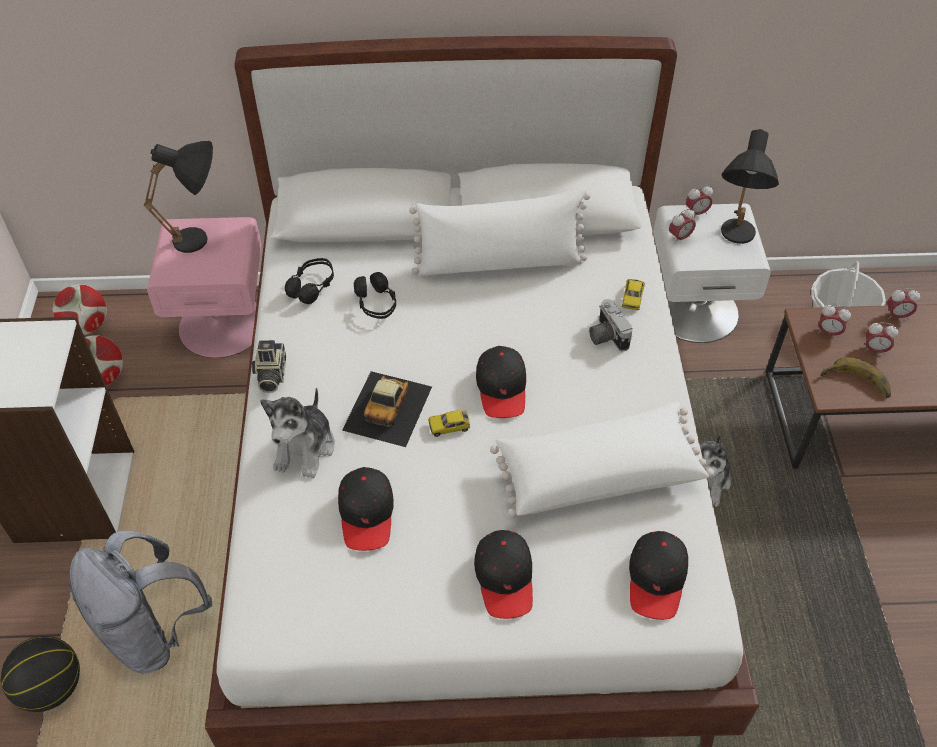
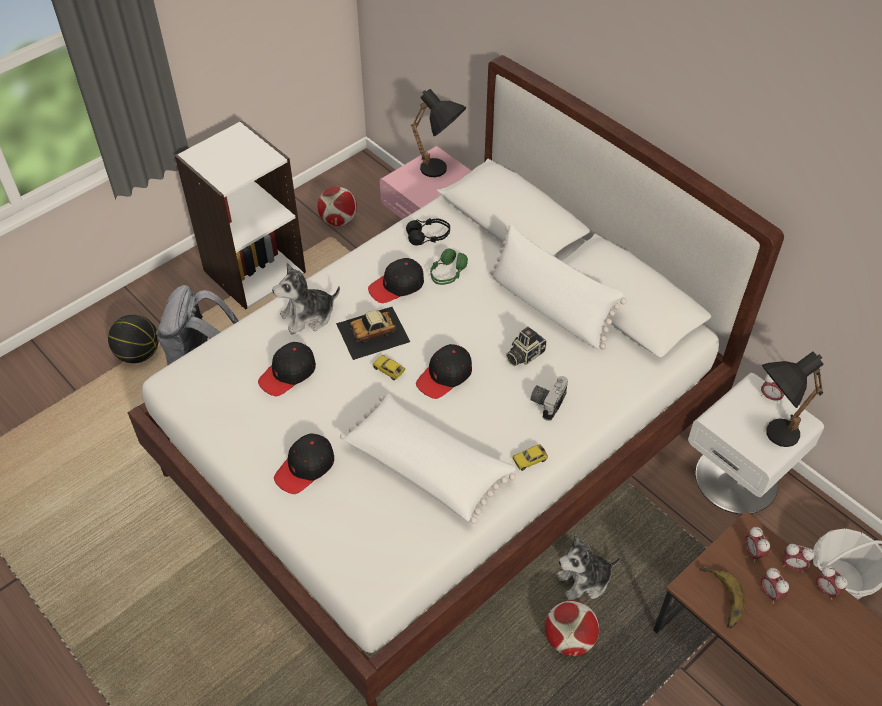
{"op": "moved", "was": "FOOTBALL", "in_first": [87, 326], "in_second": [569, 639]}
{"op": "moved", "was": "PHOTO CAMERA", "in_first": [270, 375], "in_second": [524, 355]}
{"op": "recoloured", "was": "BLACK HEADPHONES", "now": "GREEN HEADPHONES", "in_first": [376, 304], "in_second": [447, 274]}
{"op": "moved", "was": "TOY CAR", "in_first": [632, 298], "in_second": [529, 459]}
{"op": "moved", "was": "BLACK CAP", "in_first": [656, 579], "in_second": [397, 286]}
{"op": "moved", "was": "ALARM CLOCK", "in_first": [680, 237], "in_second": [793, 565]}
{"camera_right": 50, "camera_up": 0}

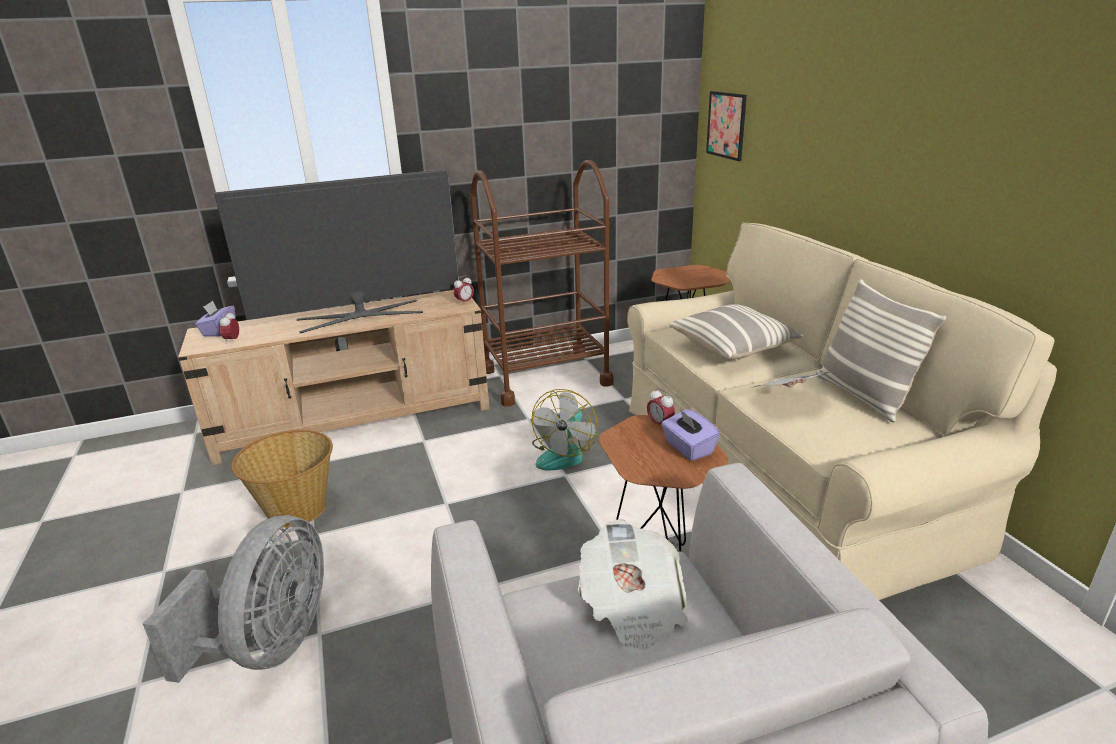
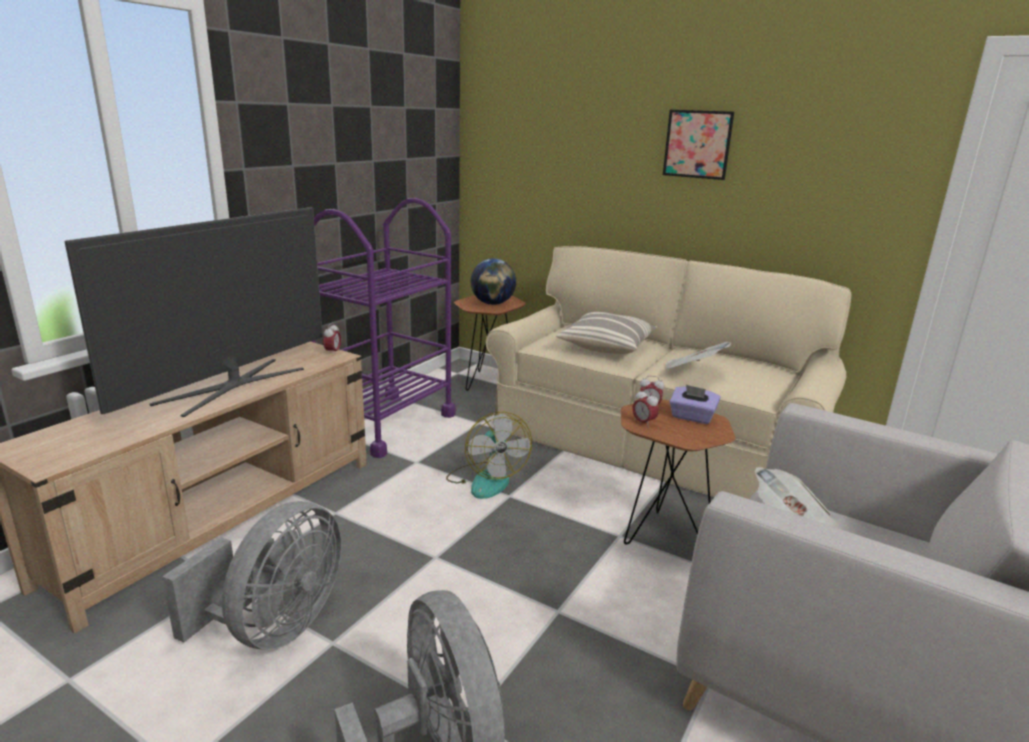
{"op": "removed", "was": "PURPLE TISSUE BOX", "in_first": [219, 331]}
{"op": "moved", "was": "ALARM CLOCK", "in_first": [232, 340], "in_second": [643, 423]}
{"op": "replaced", "was": "BASKET", "now": "GREY FAN", "in_first": [296, 509], "in_second": [274, 628]}
{"op": "recoloured", "was": "BROWN CART", "now": "PURPLE CART", "in_first": [545, 377], "in_second": [385, 423]}
{"op": "moved", "was": "PICTURE", "in_first": [726, 125], "in_second": [697, 144]}
{"op": "removed", "was": "PILLOW", "in_first": [863, 396]}
{"op": "added", "now": "GLOBE", "in_second": [492, 304]}
{"camera_right": -40, "camera_up": -5}

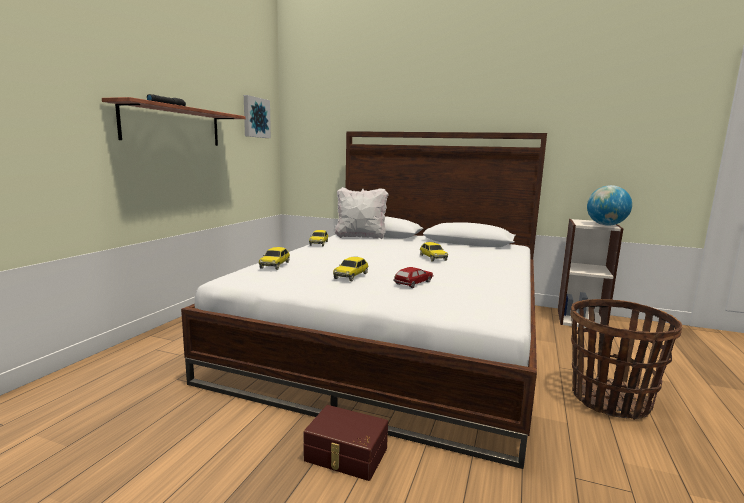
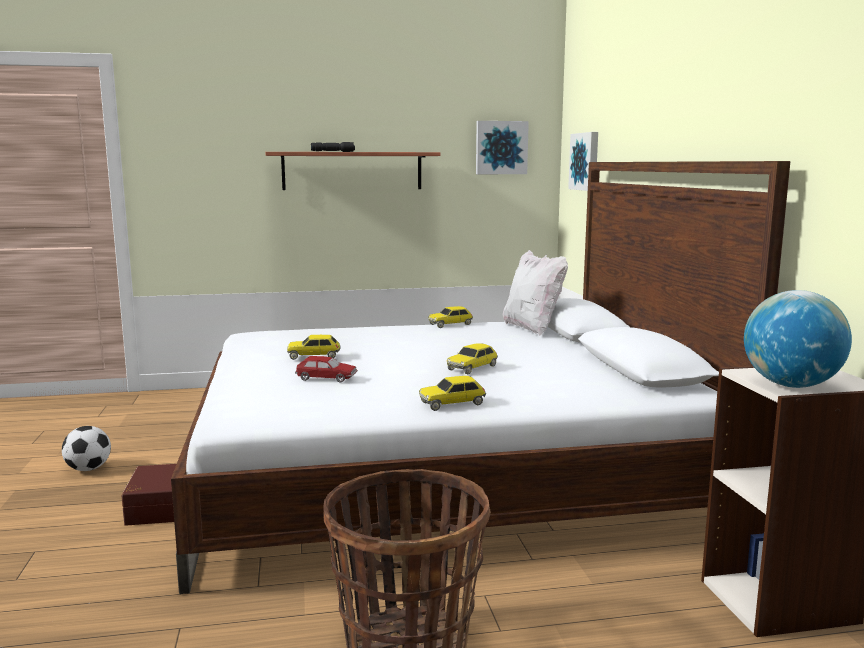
{"op": "moved", "was": "TOY CAR", "in_first": [275, 265], "in_second": [452, 403]}
{"op": "added", "now": "FOOTBALL", "in_second": [88, 469]}
{"op": "added", "now": "PICTURE", "in_second": [586, 161]}
{"camera_right": 60, "camera_up": 0}

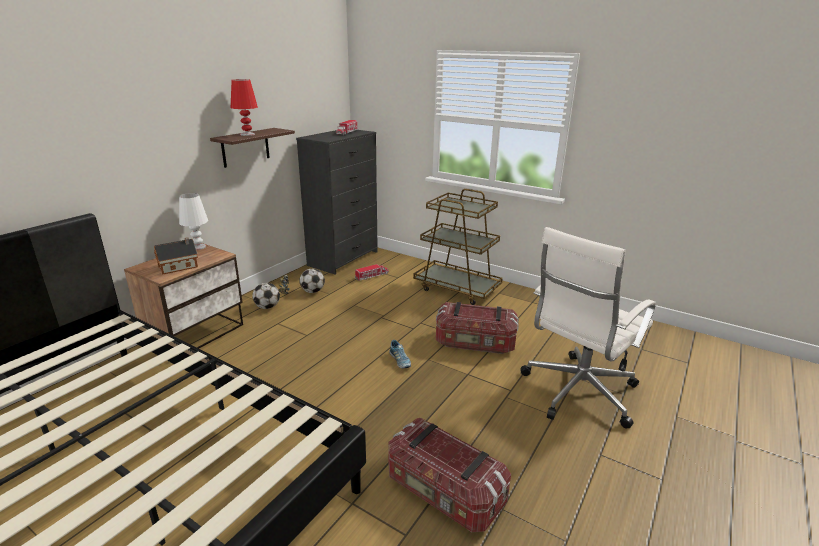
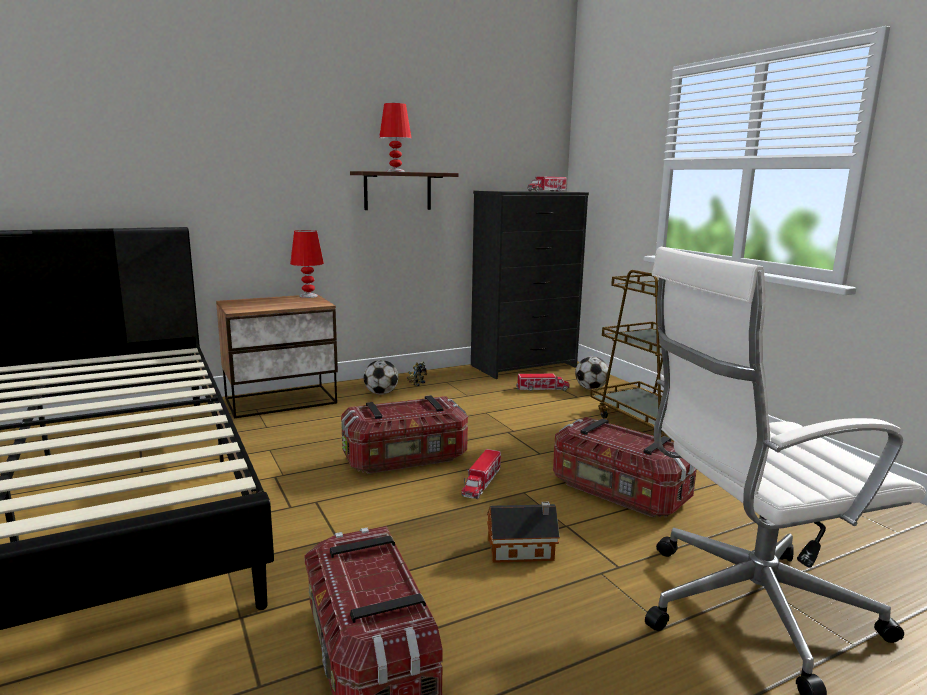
{"op": "moved", "was": "TOY HOUSE", "in_first": [180, 266], "in_second": [523, 550]}
{"op": "recoloured", "was": "WHITE TABLE LAMP", "now": "RED TABLE LAMP", "in_first": [198, 247], "in_second": [308, 296]}
{"op": "moved", "was": "FOOTBALL", "in_first": [312, 291], "in_second": [591, 389]}
{"op": "replaced", "was": "SHOE", "now": "TOY TRUCK", "in_first": [400, 361], "in_second": [481, 483]}
{"op": "added", "now": "STORAGE BOX", "in_second": [406, 459]}
{"camera_right": 30, "camera_up": -10}

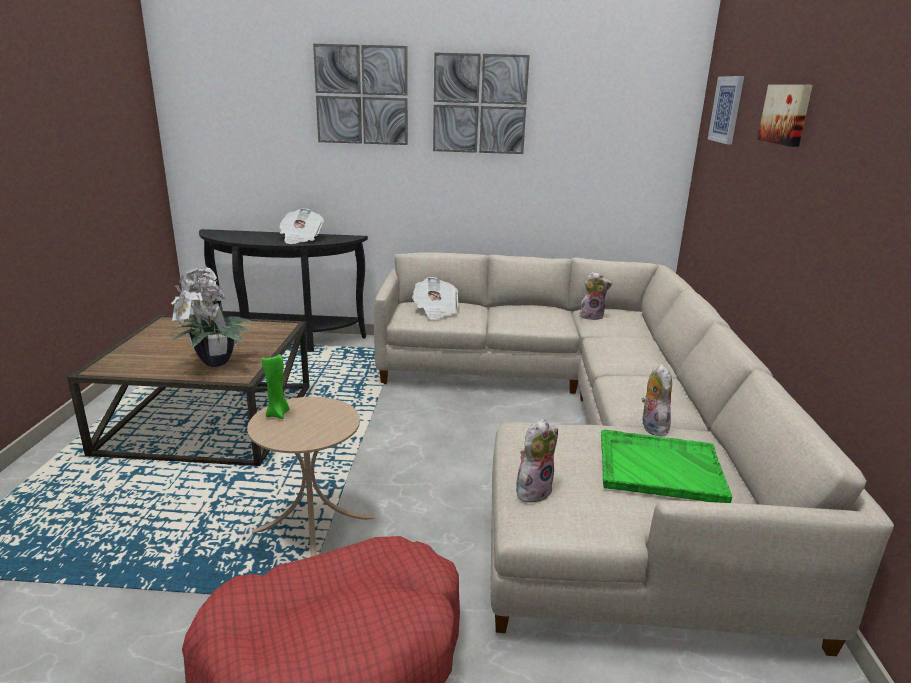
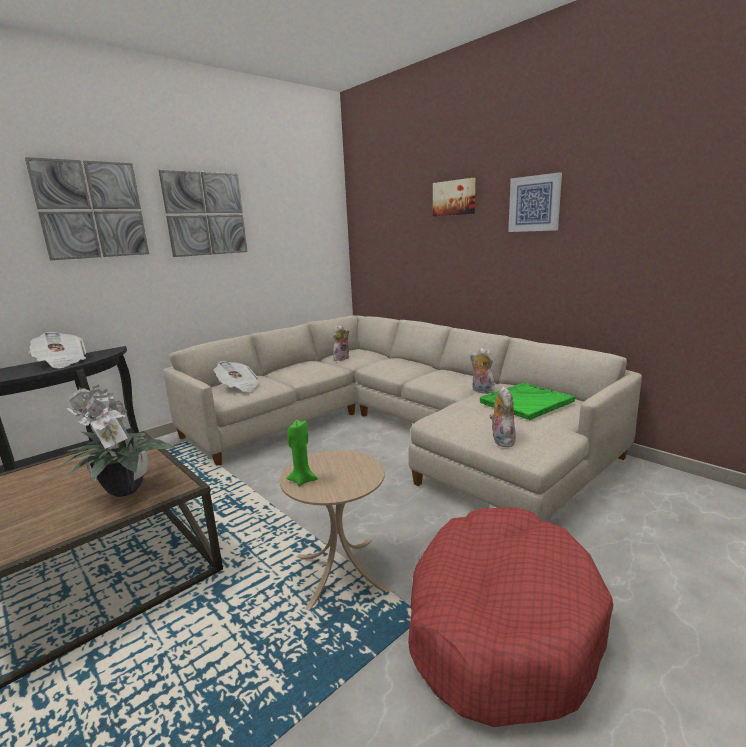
{"op": "moved", "was": "PICTURE", "in_first": [727, 109], "in_second": [534, 203]}
{"camera_right": -45, "camera_up": -5}

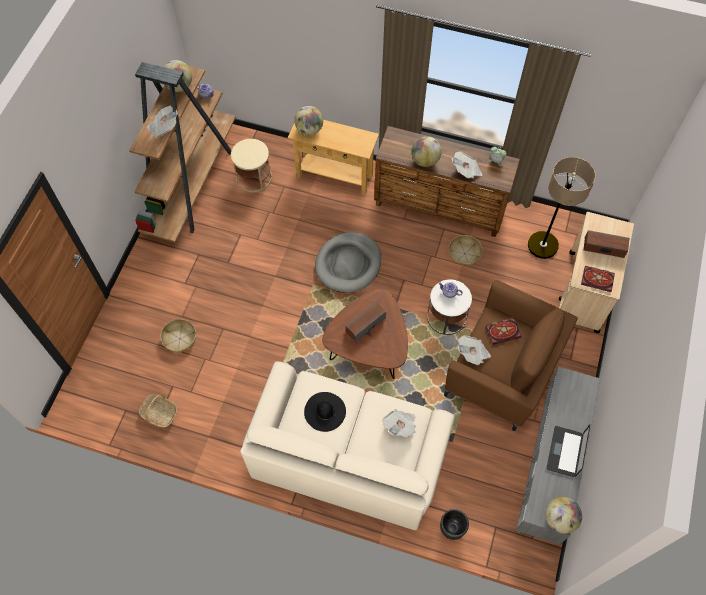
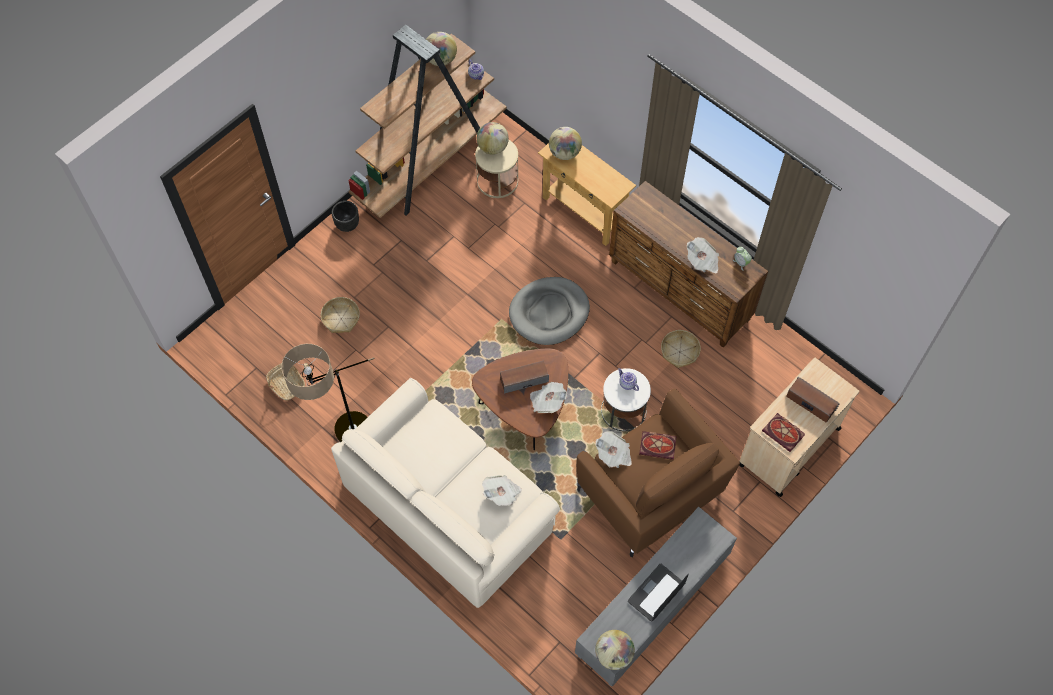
{"op": "moved", "was": "NEWSPAPER", "in_first": [164, 127], "in_second": [547, 401]}
{"op": "removed", "was": "BLACK HAT", "in_first": [325, 411]}
{"op": "moved", "was": "GLOBE", "in_first": [425, 160], "in_second": [493, 147]}
{"op": "moved", "was": "BLACK PLANTER", "in_first": [451, 528], "in_second": [347, 225]}
{"op": "moved", "was": "FLOOR LAMP", "in_first": [540, 255], "in_second": [342, 439]}
{"camera_right": 25, "camera_up": 0}

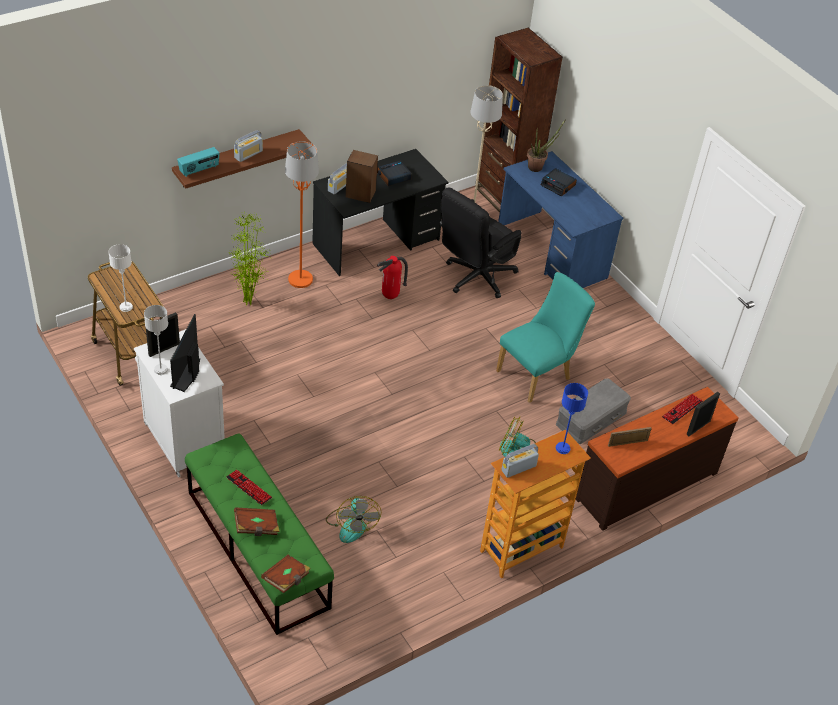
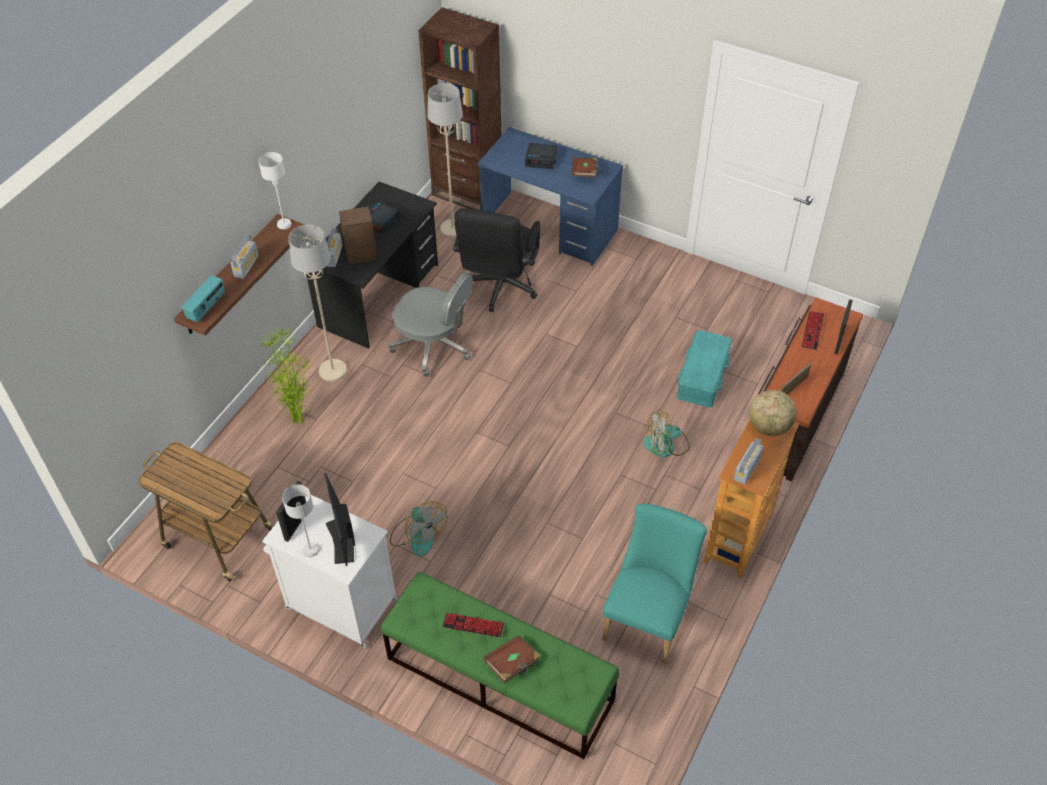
{"op": "moved", "was": "WHITE TABLE LAMP", "in_first": [126, 307], "in_second": [284, 224]}
{"op": "moved", "was": "BROWN BOOK", "in_first": [286, 579], "in_second": [585, 173]}
{"op": "recoloured", "was": "ORANGE FLOOR LAMP", "now": "BEIGE FLOOR LAMP", "in_first": [300, 279], "in_second": [332, 371]}
{"op": "moved", "was": "FAN", "in_first": [351, 524], "in_second": [417, 535]}
{"op": "replaced", "was": "FIRE EXTINGUISHER", "now": "GREY OFFICE CHAIR", "in_first": [390, 297], "in_second": [434, 346]}
{"op": "moved", "was": "TURQUOISE CHAIR", "in_first": [538, 374], "in_second": [648, 617]}
{"op": "removed", "was": "POTTED PLANT", "in_first": [538, 167]}
{"op": "recoloured", "was": "GREY STORAGE BOX", "now": "TURQUOISE STORAGE BOX", "in_first": [591, 418], "in_second": [703, 376]}
{"op": "replaced", "was": "BLUE TABLE LAMP", "now": "GLOBE", "in_first": [563, 448], "in_second": [769, 427]}
{"camera_right": -25, "camera_up": 5}

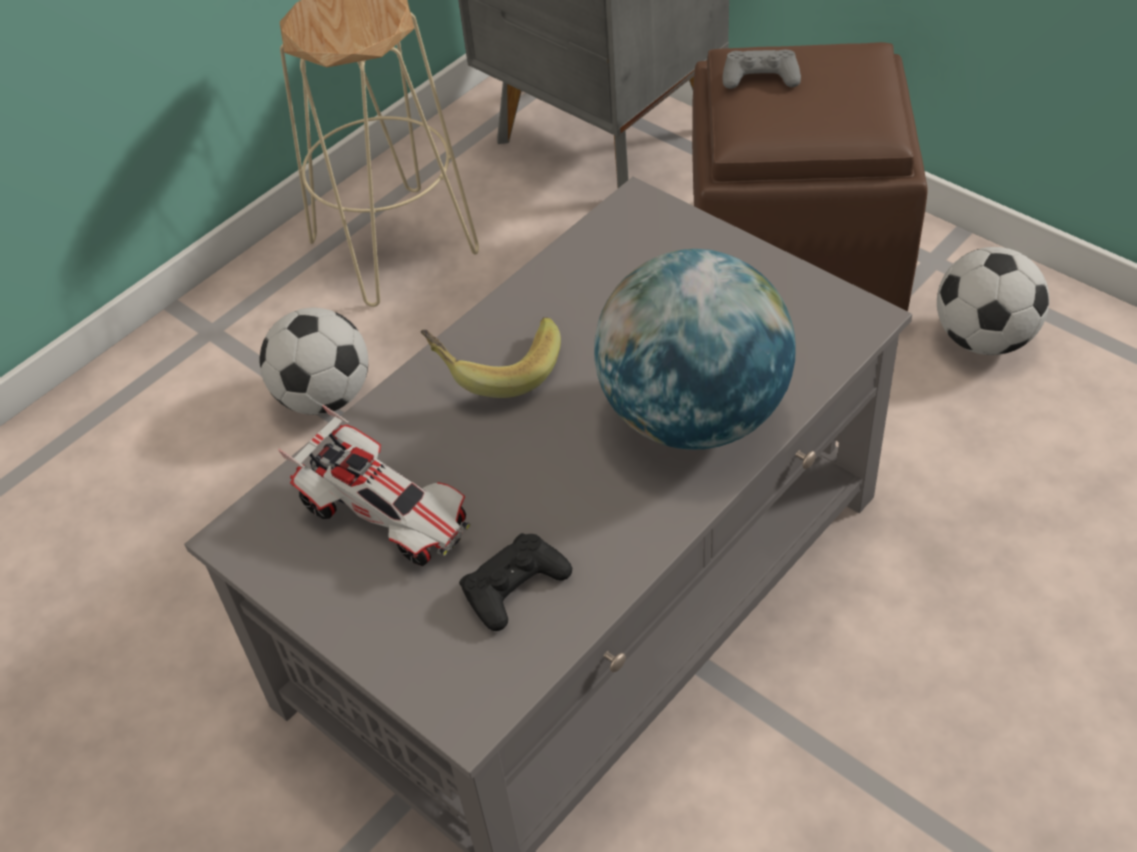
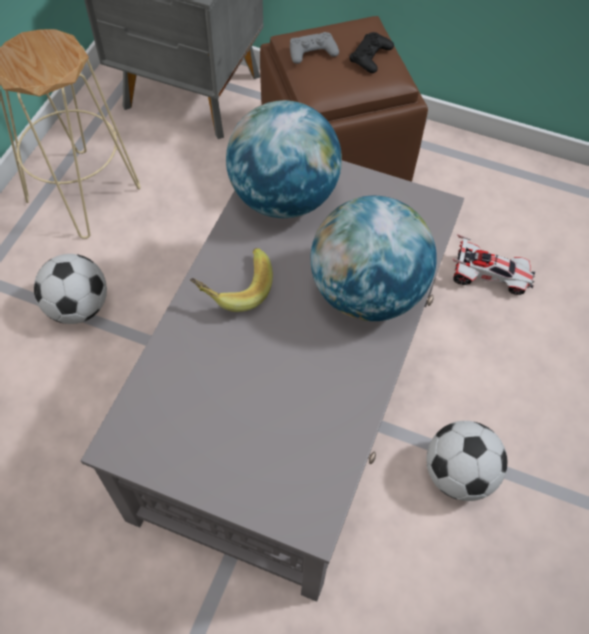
{"op": "moved", "was": "TOY CAR", "in_first": [386, 514], "in_second": [488, 276]}
{"op": "moved", "was": "BLACK GAME CONTROLLER", "in_first": [515, 586], "in_second": [370, 56]}
{"op": "moved", "was": "FOOTBALL", "in_first": [984, 338], "in_second": [458, 474]}
{"op": "added", "now": "GLOBE", "in_second": [284, 197]}
{"camera_right": -25, "camera_up": 10}

